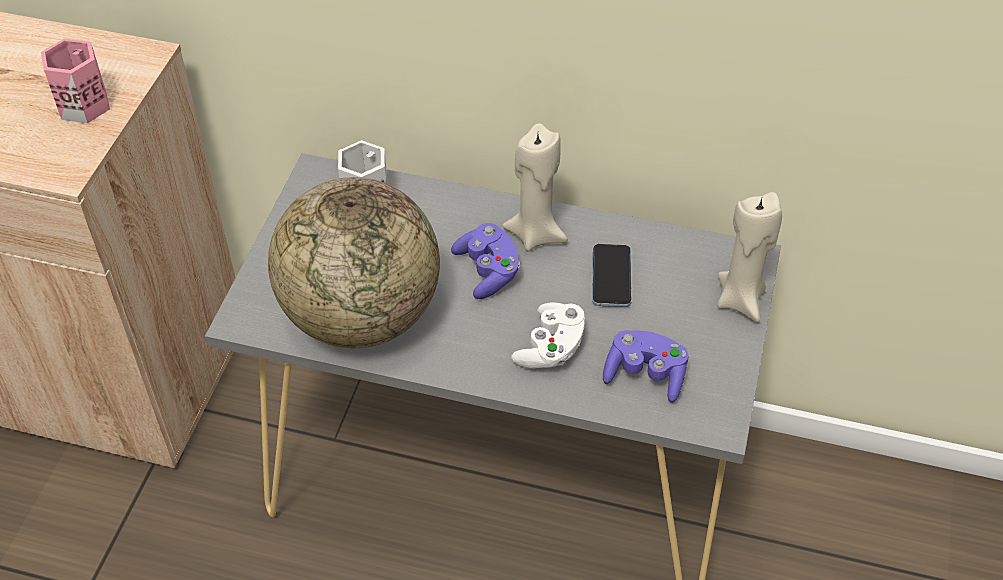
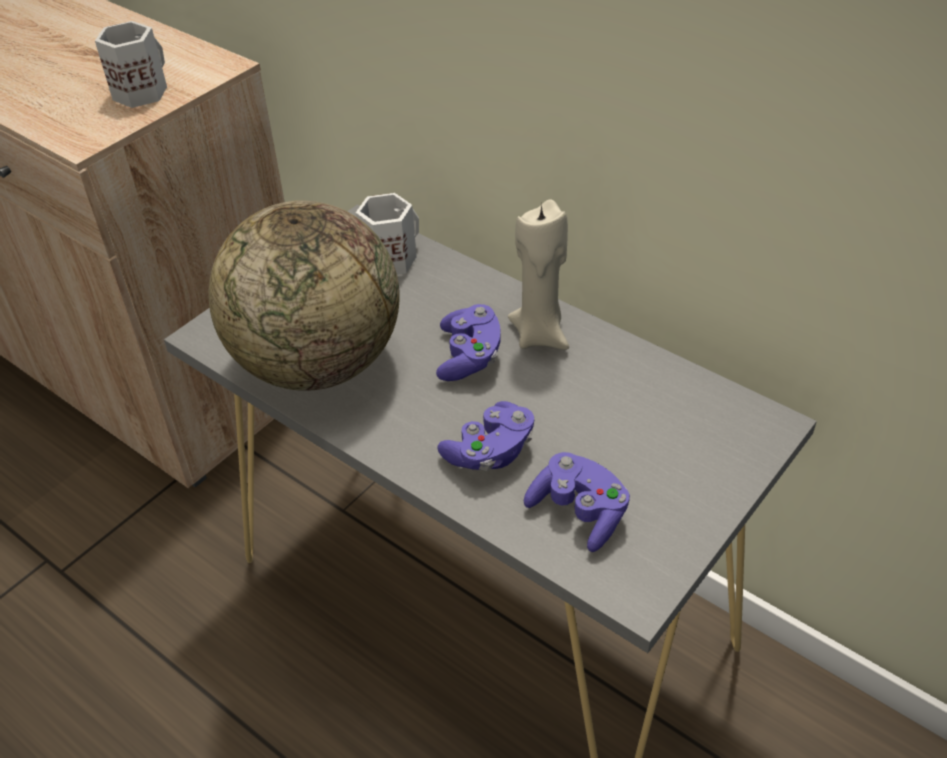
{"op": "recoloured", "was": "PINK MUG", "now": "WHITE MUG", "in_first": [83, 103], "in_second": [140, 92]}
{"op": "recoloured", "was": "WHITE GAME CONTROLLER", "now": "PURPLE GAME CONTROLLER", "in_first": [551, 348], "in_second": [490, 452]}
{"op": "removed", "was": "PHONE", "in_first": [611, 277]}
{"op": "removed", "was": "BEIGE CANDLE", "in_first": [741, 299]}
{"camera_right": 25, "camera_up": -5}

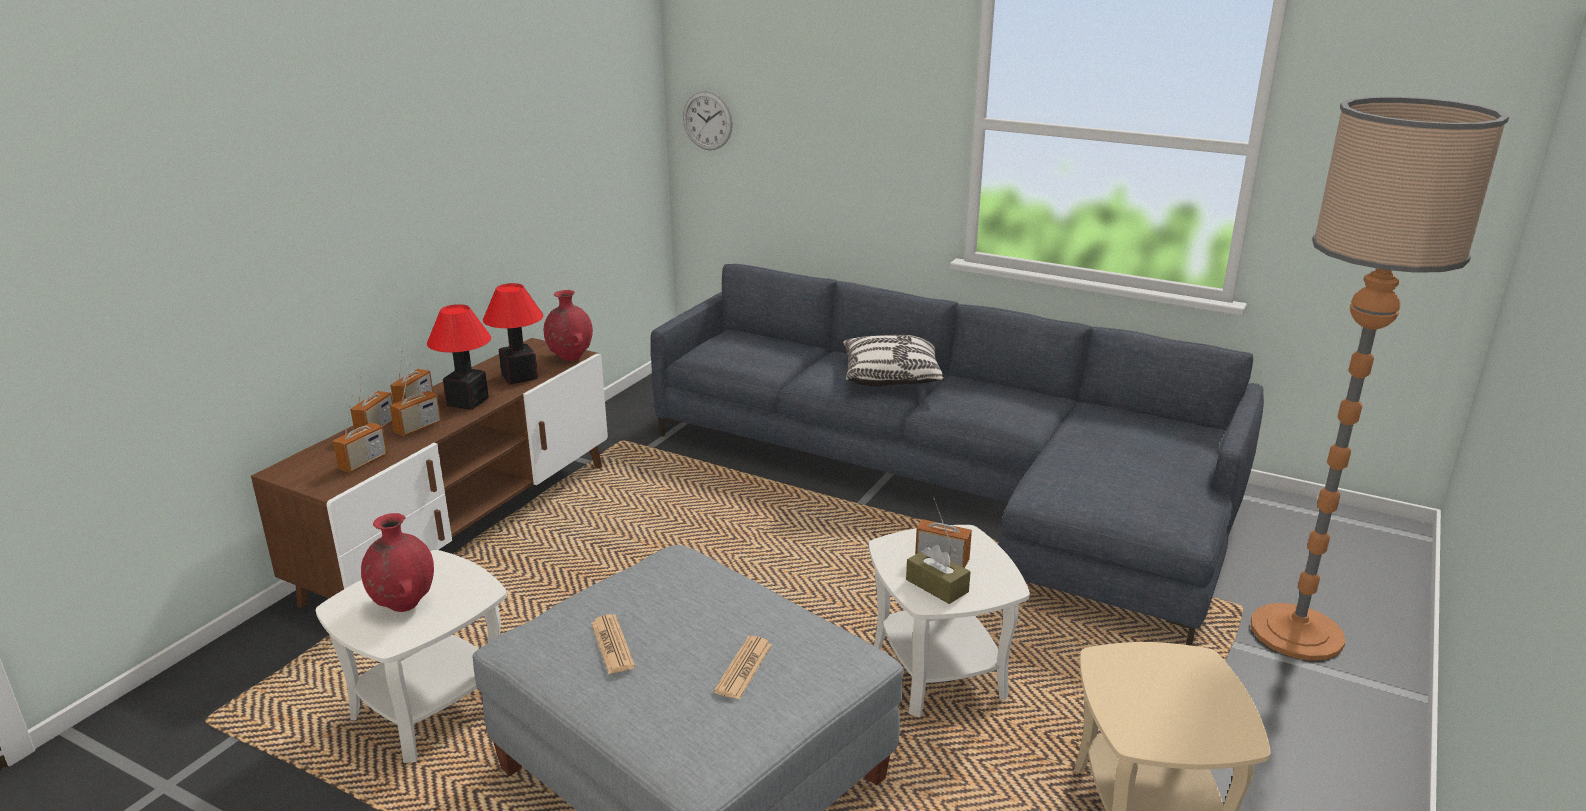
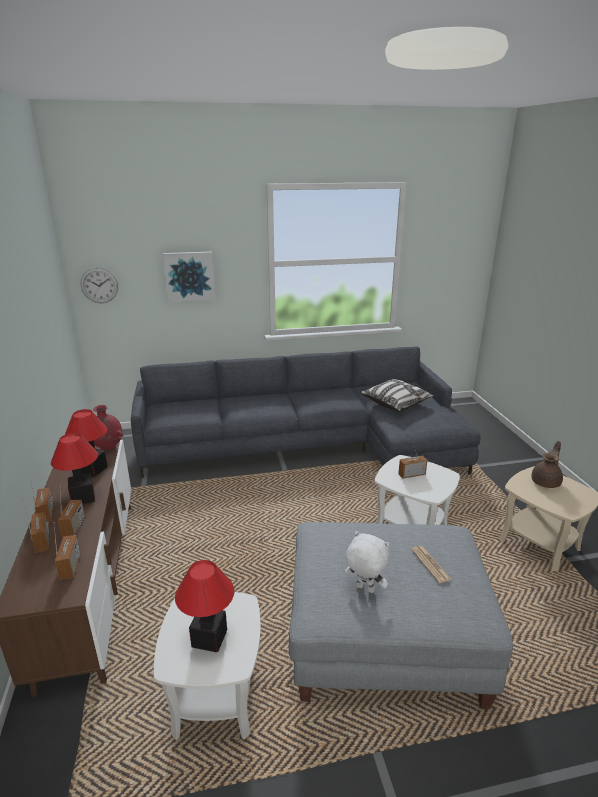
{"op": "replaced", "was": "RED VASE", "now": "TABLE LAMP", "in_first": [403, 604], "in_second": [209, 639]}
{"op": "replaced", "was": "NEWSPAPER", "now": "WHITE PLUSH TOY", "in_first": [612, 645], "in_second": [364, 589]}
{"op": "moved", "was": "PILLOW", "in_first": [891, 377], "in_second": [396, 403]}
{"op": "removed", "was": "BROWN TISSUE BOX", "in_first": [937, 586]}
{"op": "removed", "was": "FLOOR LAMP", "in_first": [1297, 633]}
{"op": "added", "now": "PICTURE", "in_second": [189, 276]}
{"op": "added", "now": "BROWN TEAPOT", "in_second": [546, 482]}
{"camera_right": -40, "camera_up": 0}

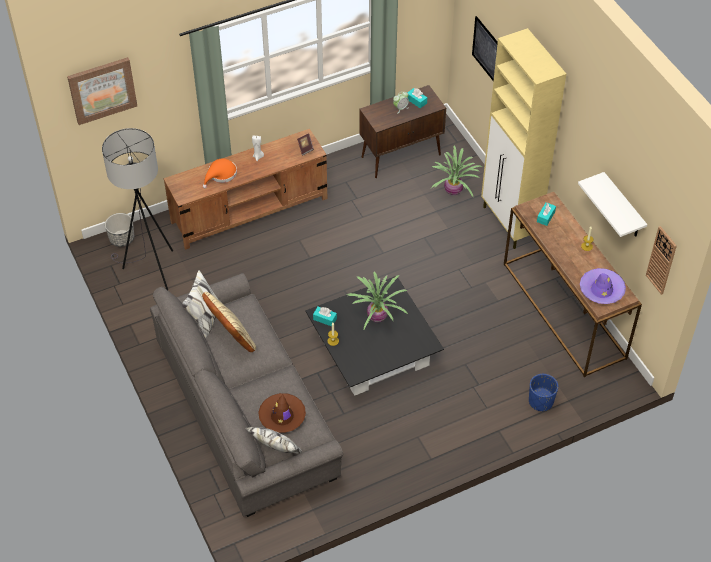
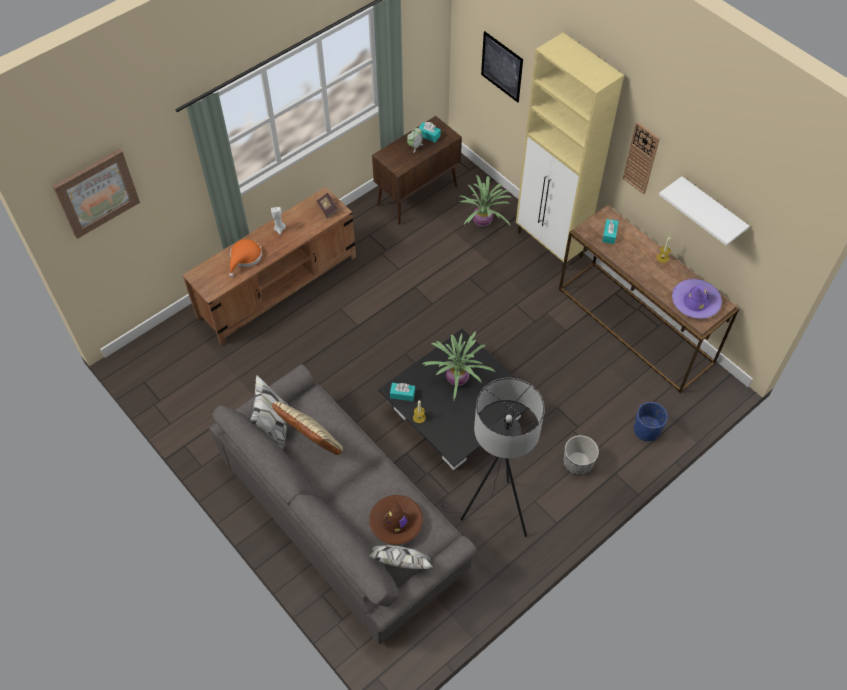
{"op": "moved", "was": "GREY FLOOR LAMP", "in_first": [149, 270], "in_second": [493, 514]}
{"op": "moved", "was": "PLANTER", "in_first": [122, 239], "in_second": [578, 463]}
{"op": "moved", "was": "WALL CLOCK", "in_first": [661, 260], "in_second": [641, 158]}
{"camera_right": -15, "camera_up": 5}

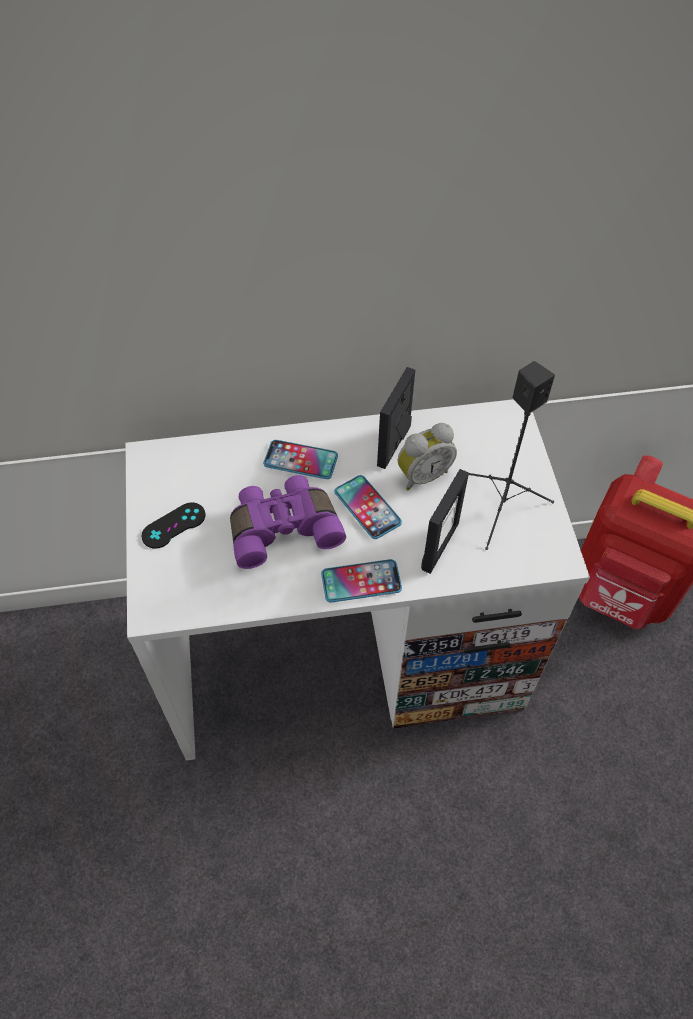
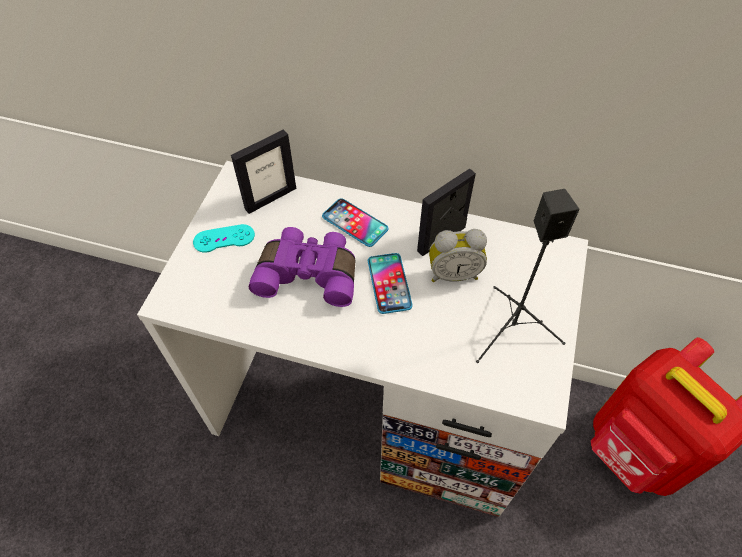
{"op": "recoloured", "was": "BLACK GAME CONTROLLER", "now": "TURQUOISE GAME CONTROLLER", "in_first": [174, 525], "in_second": [224, 238]}
{"op": "removed", "was": "PHONE", "in_first": [361, 581]}
{"op": "moved", "was": "PICTURE FRAME", "in_first": [439, 546], "in_second": [270, 198]}
{"camera_right": 25, "camera_up": 0}

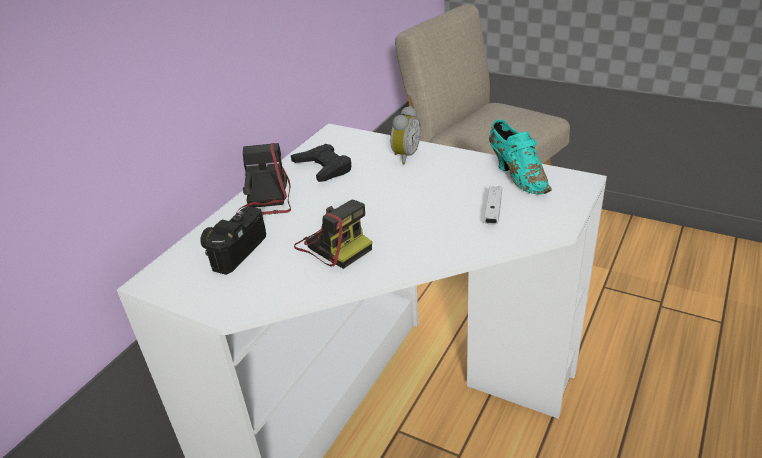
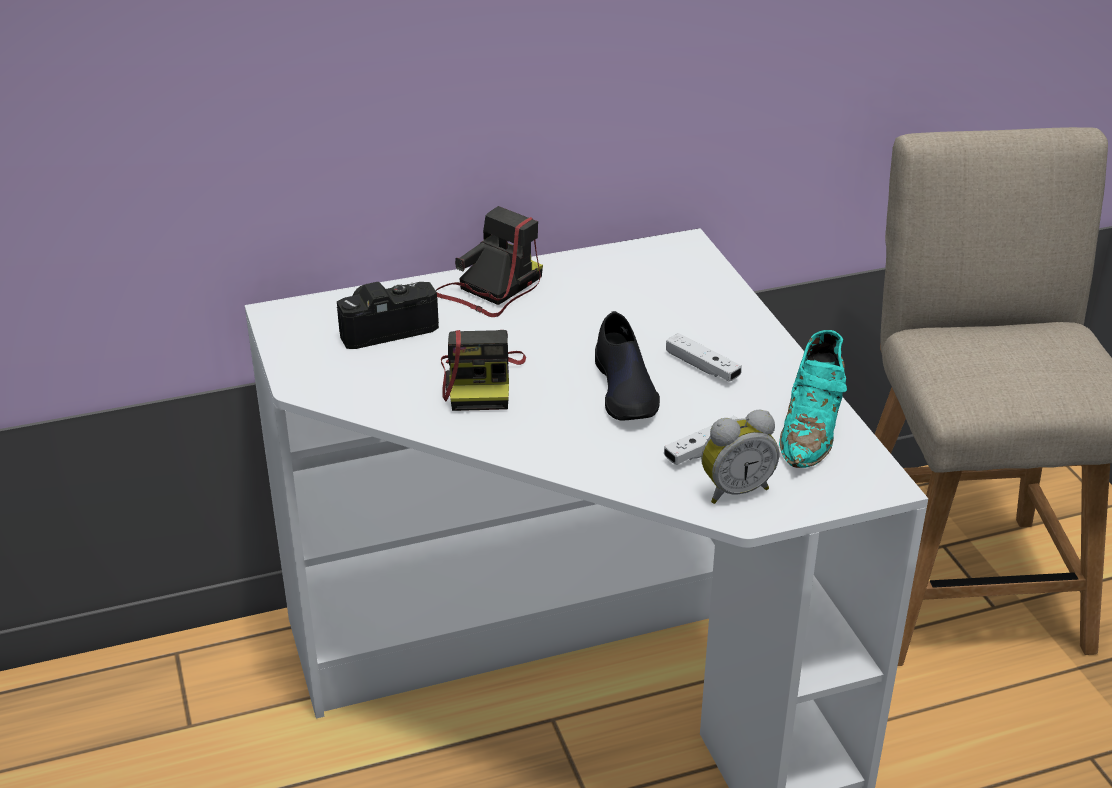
{"op": "removed", "was": "BLACK GAME CONTROLLER", "in_first": [324, 168]}
{"op": "moved", "was": "ALARM CLOCK", "in_first": [404, 156], "in_second": [734, 489]}
{"op": "added", "now": "BLACK SHOE", "in_second": [625, 389]}
{"op": "added", "now": "WHITE GAME CONTROLLER", "in_second": [702, 367]}
{"camera_right": 40, "camera_up": 0}

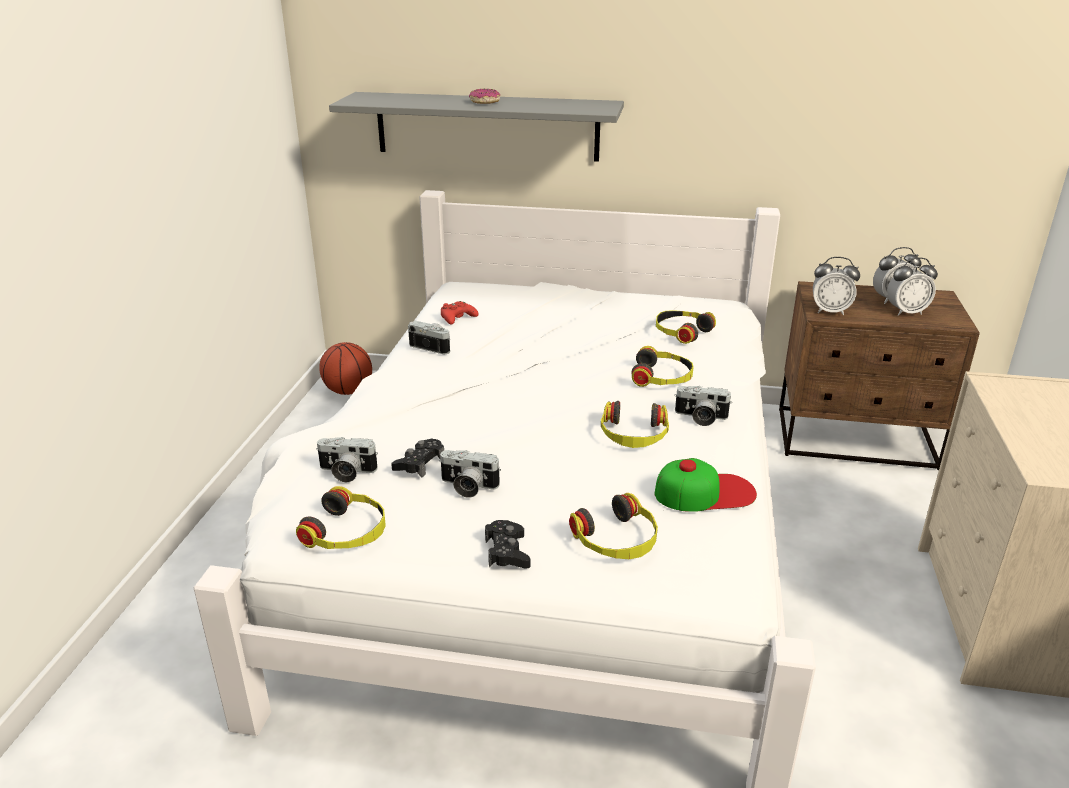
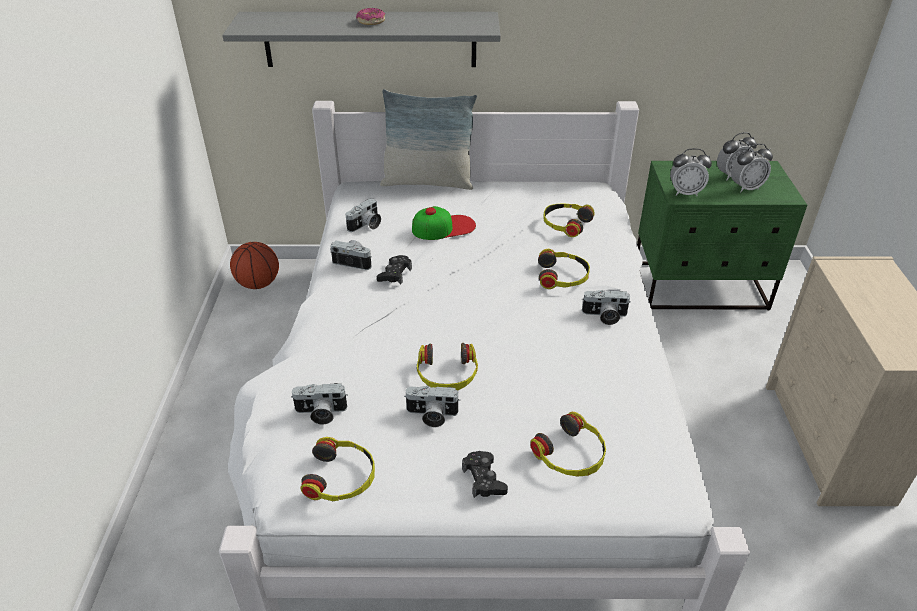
{"op": "moved", "was": "BLACK GAME CONTROLLER", "in_first": [419, 463], "in_second": [395, 274]}
{"op": "replaced", "was": "RED GAME CONTROLLER", "now": "PHOTO CAMERA", "in_first": [457, 318], "in_second": [366, 225]}
{"op": "moved", "was": "HEADPHONES", "in_first": [634, 434], "in_second": [447, 374]}
{"op": "moved", "was": "CAP", "in_first": [705, 492], "in_second": [443, 227]}
{"op": "recoloured", "was": "BROWN NIGHTSTAND", "now": "GREEN NIGHTSTAND", "in_first": [856, 439], "in_second": [700, 287]}
{"op": "added", "now": "PILLOW", "in_second": [428, 182]}
{"camera_right": -10, "camera_up": 10}

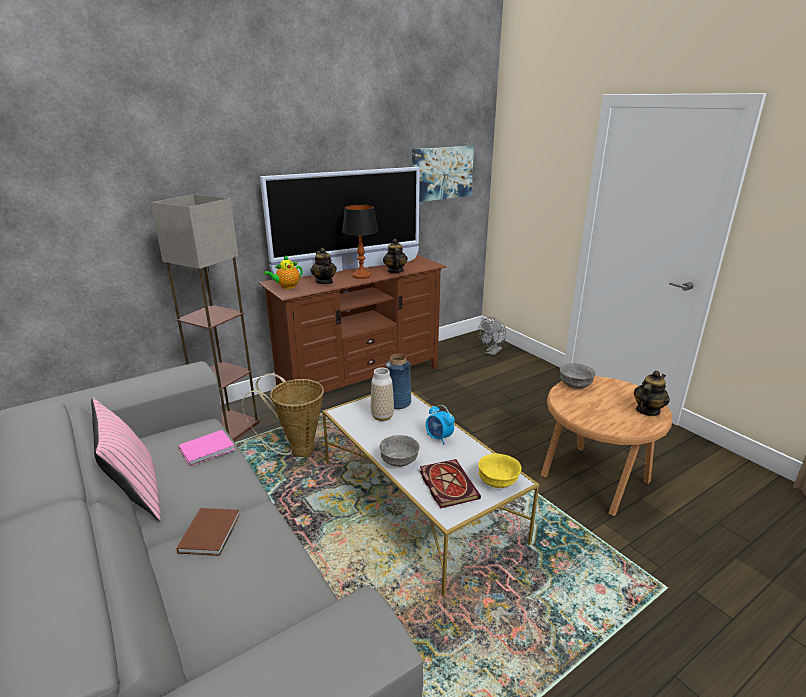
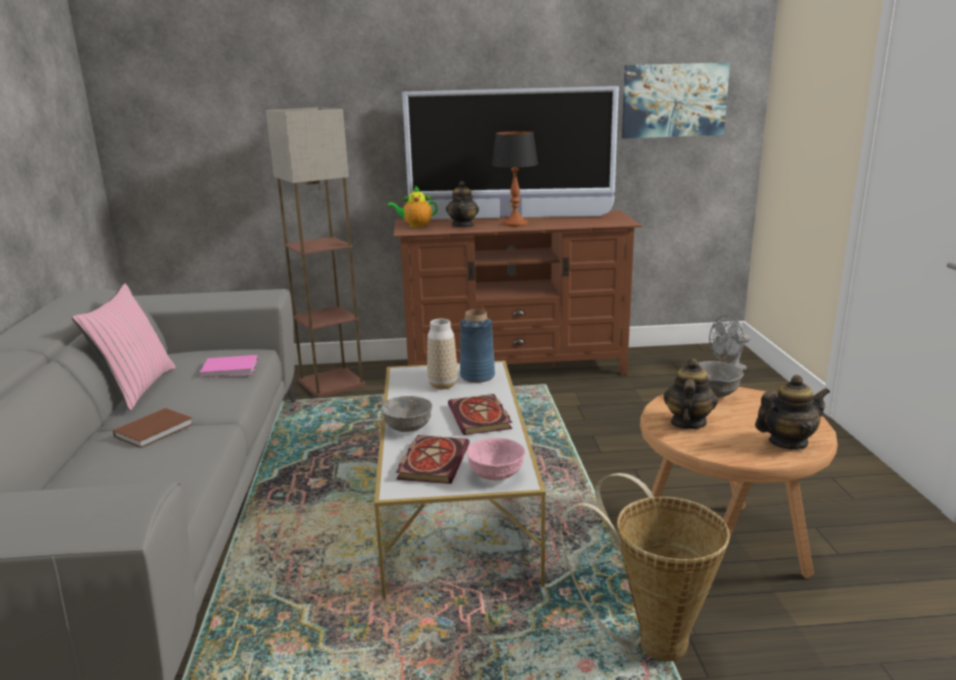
{"op": "moved", "was": "BASKET", "in_first": [296, 450], "in_second": [651, 639]}
{"op": "moved", "was": "TEAPOT", "in_first": [395, 271], "in_second": [687, 422]}
{"op": "replaced", "was": "ALARM CLOCK", "now": "BOOK", "in_first": [439, 438], "in_second": [481, 418]}
{"op": "recoloured", "was": "YELLOW BOWL", "now": "PINK BOWL", "in_first": [497, 482], "in_second": [495, 475]}
{"camera_right": 30, "camera_up": -5}

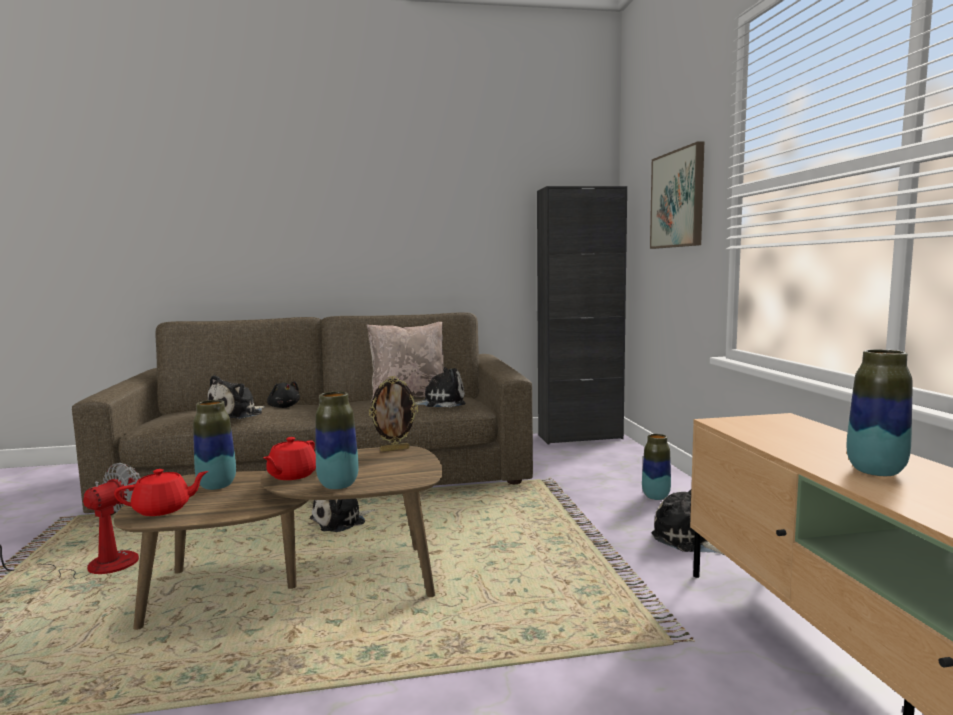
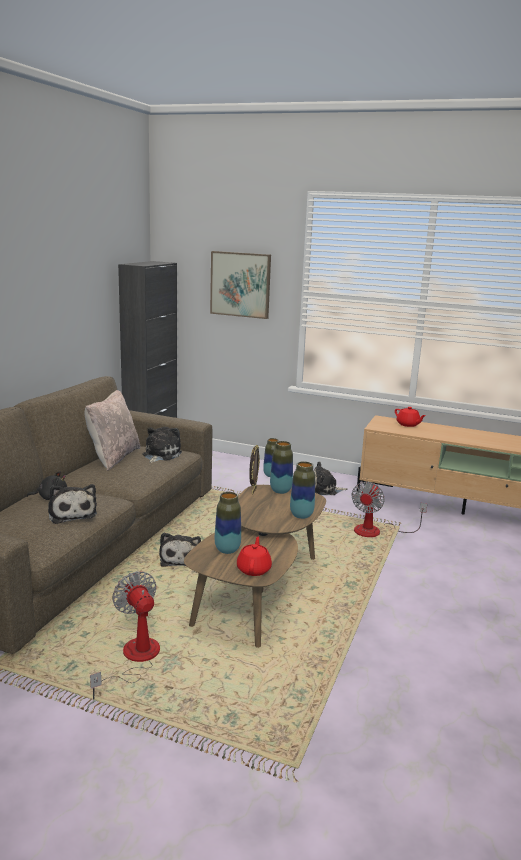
{"op": "moved", "was": "RED TEAPOT", "in_first": [291, 475], "in_second": [408, 424]}
{"op": "moved", "was": "VASE", "in_first": [876, 471], "in_second": [280, 491]}
{"op": "added", "now": "FAN", "in_second": [376, 531]}
{"camera_right": -60, "camera_up": 10}

